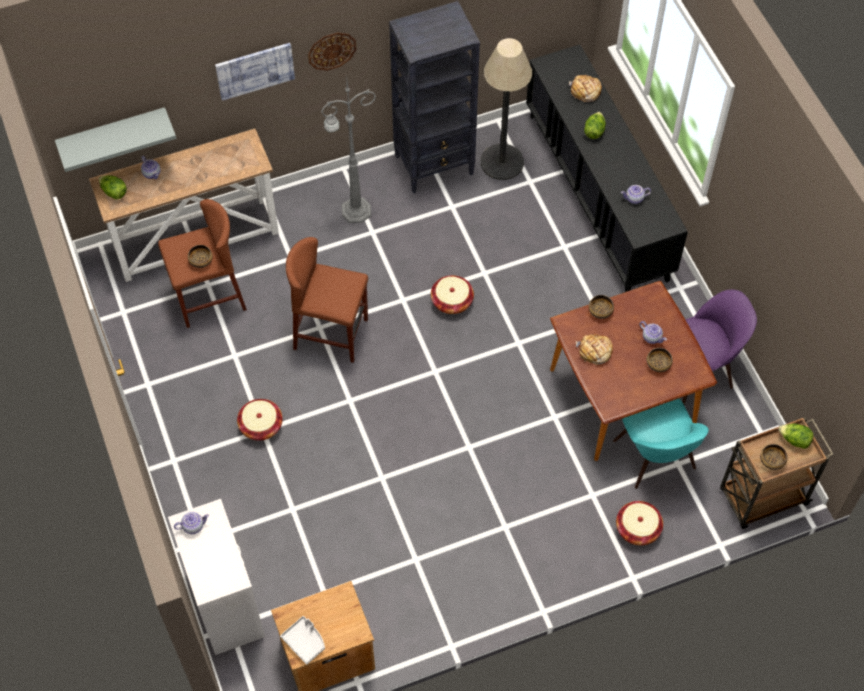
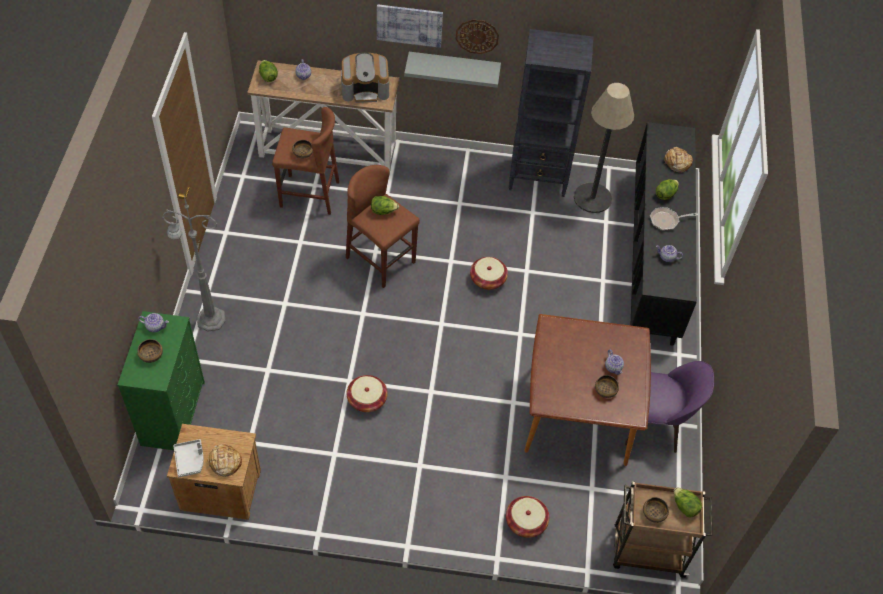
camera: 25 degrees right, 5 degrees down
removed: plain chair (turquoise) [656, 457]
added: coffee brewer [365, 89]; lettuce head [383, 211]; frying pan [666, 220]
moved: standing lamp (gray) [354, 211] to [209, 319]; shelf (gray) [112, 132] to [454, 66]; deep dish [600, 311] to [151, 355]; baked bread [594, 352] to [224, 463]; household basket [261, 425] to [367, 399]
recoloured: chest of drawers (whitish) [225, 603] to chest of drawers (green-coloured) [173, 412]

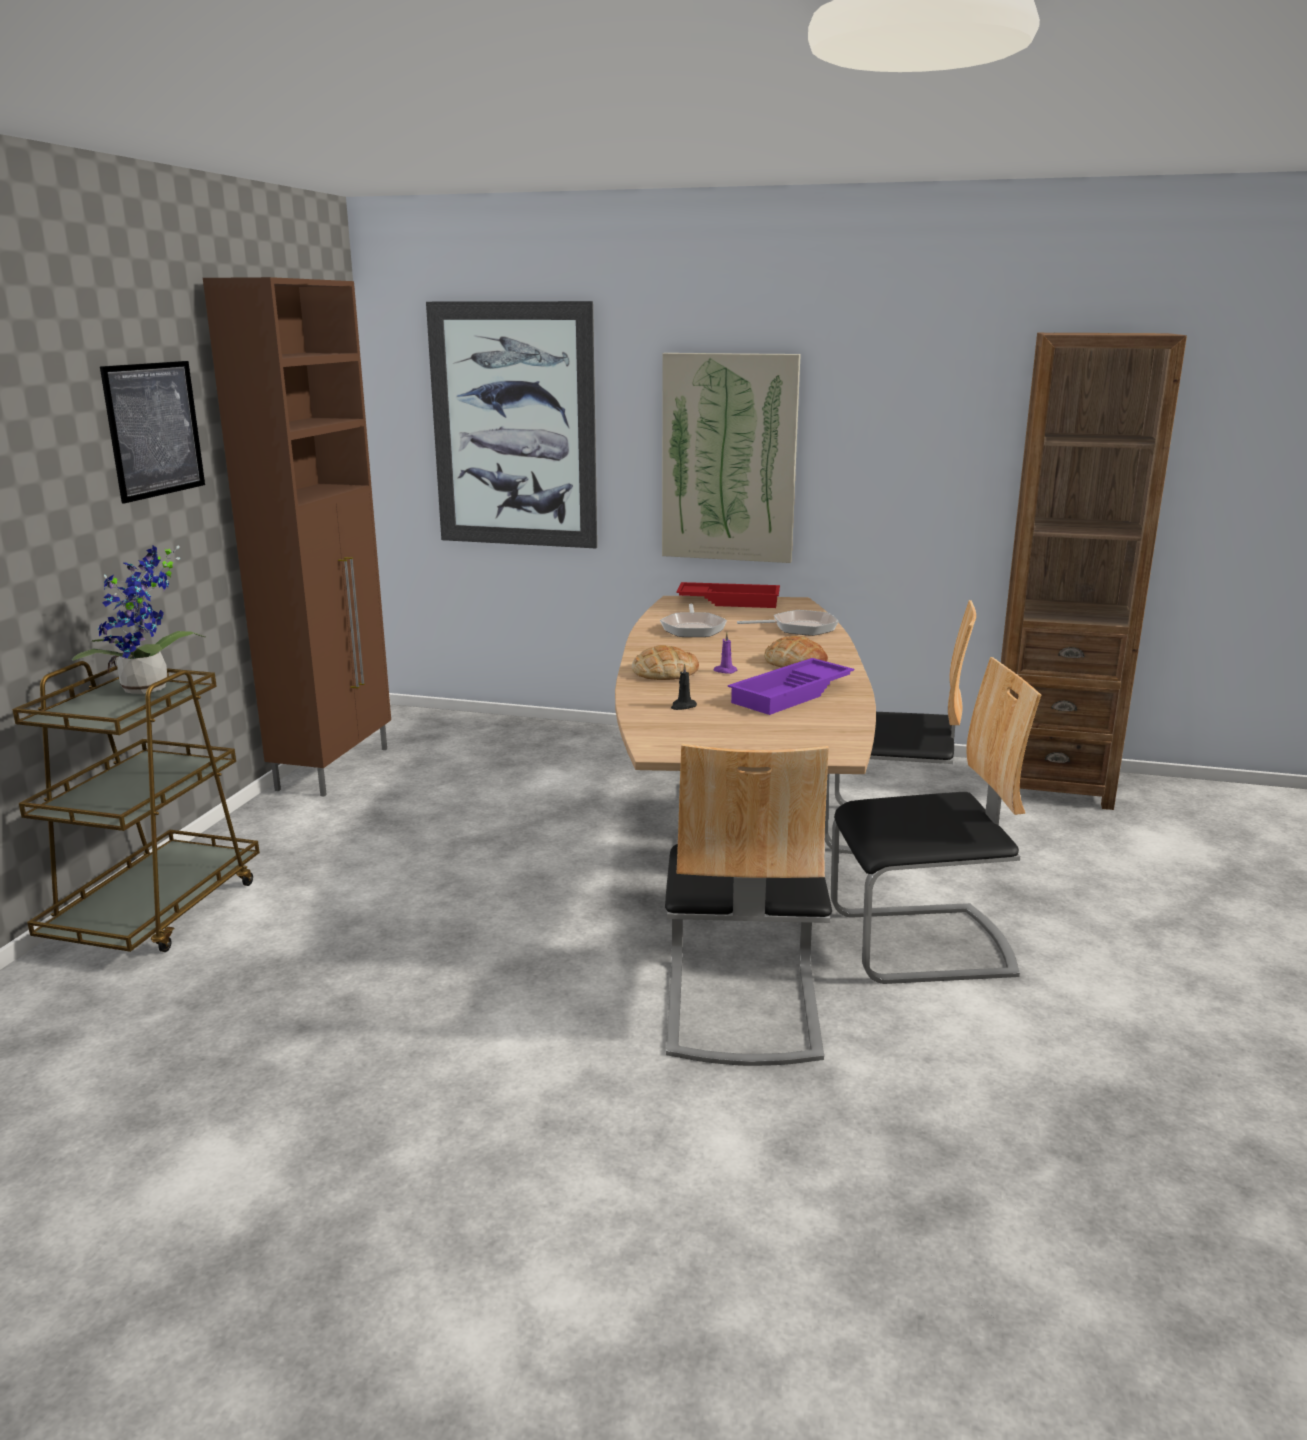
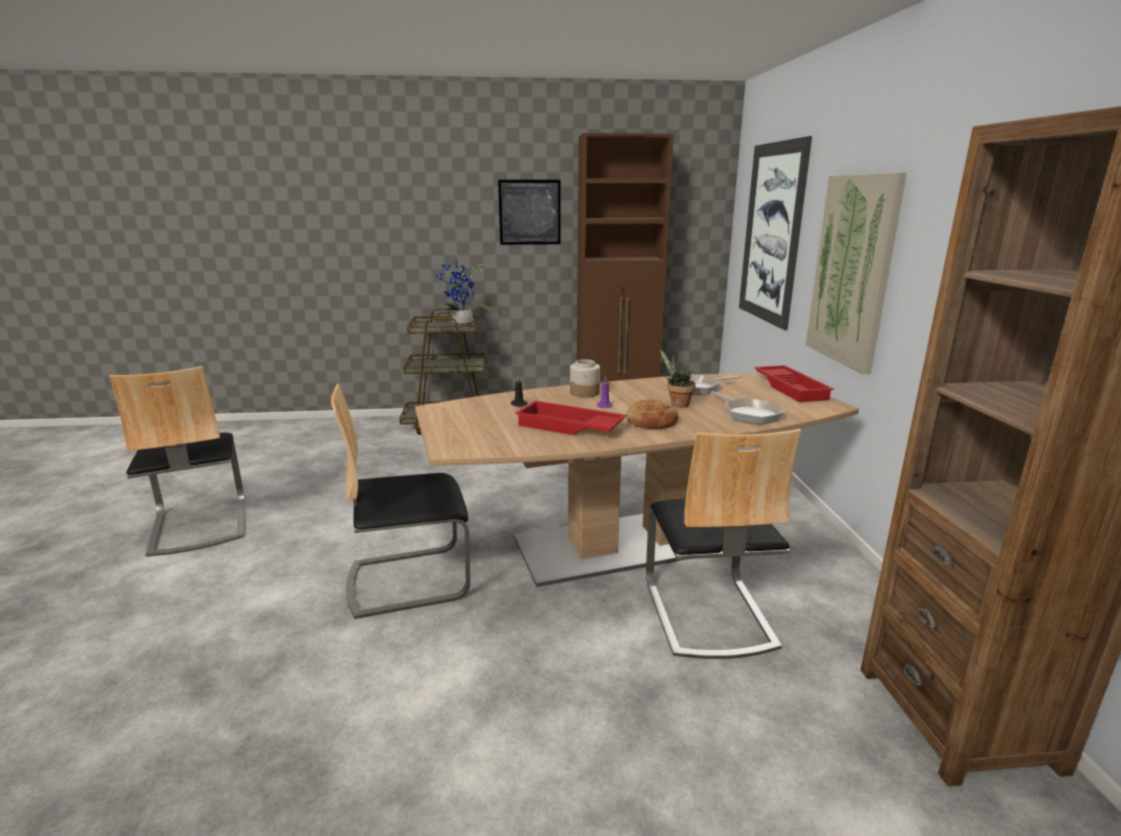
camera: 70 degrees right, 0 degrees up
added: houseplant [677, 404]
moved: plain chair [922, 944] to [198, 525]
replaced: baked bread [664, 672] to jar [585, 393]
recoloured: tray (purple-coloured) [792, 695] to tray (reddish) [568, 427]

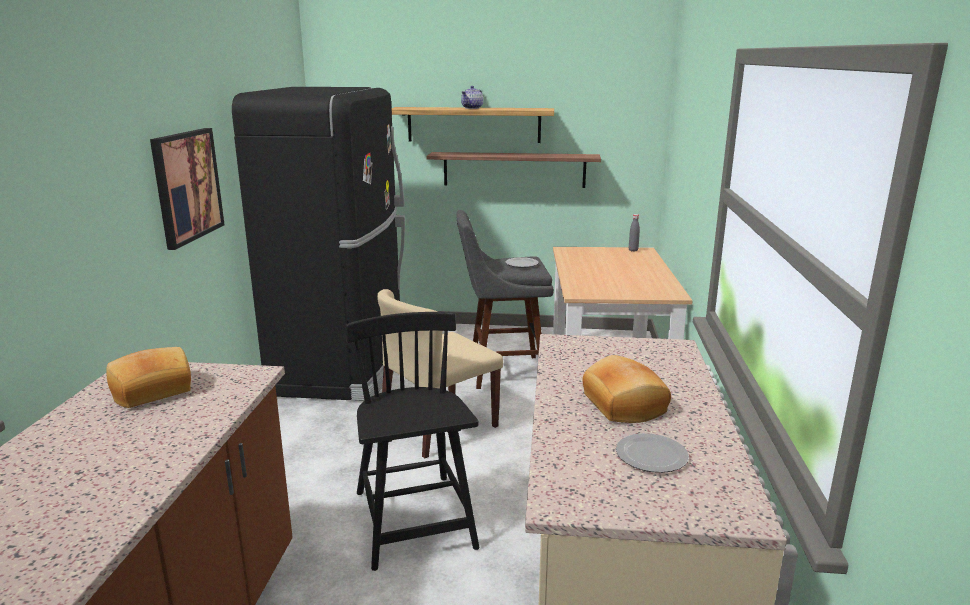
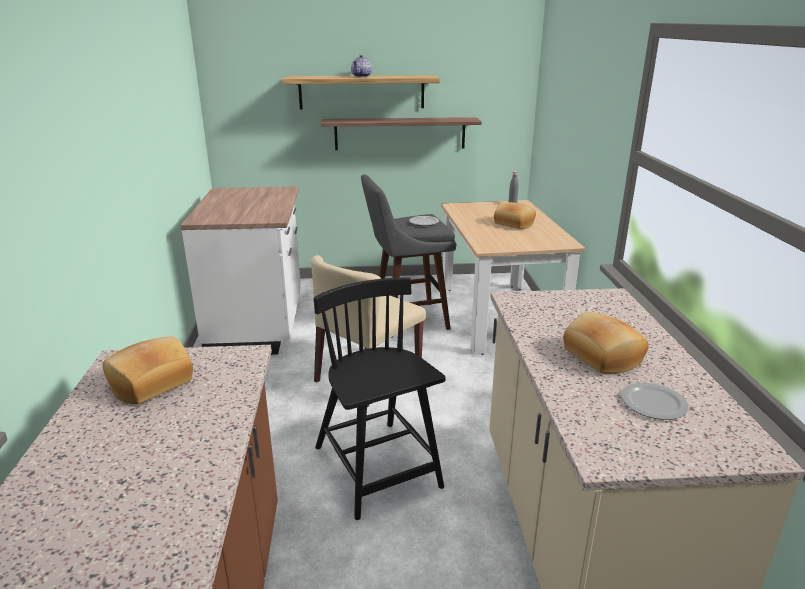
camera: 10 degrees left, 5 degrees up
removed: wall picture [187, 186]
added: baked bread [513, 224]
replaced: fridge (black) [343, 366] to kitchen base unit (whitish) [259, 325]

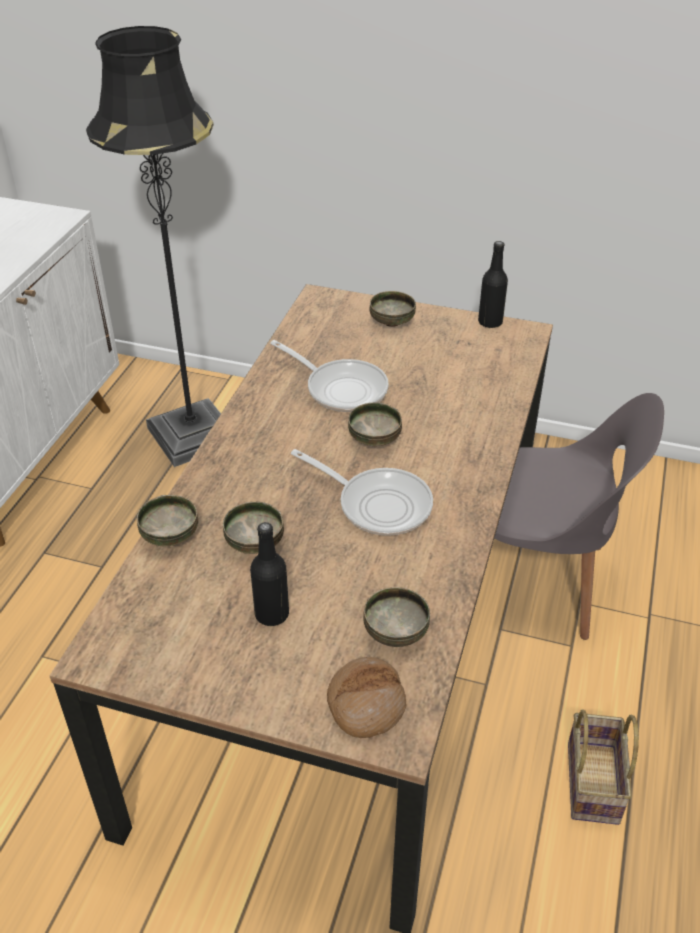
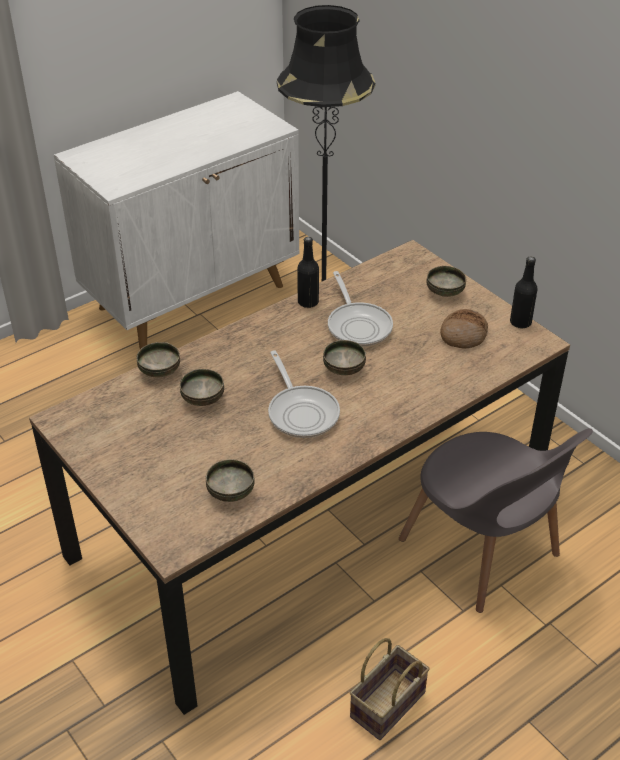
camera: 35 degrees right, 0 degrees up
moved: drink bottle (black) [272, 614] to [308, 302]; baked bread [366, 703] to [463, 335]

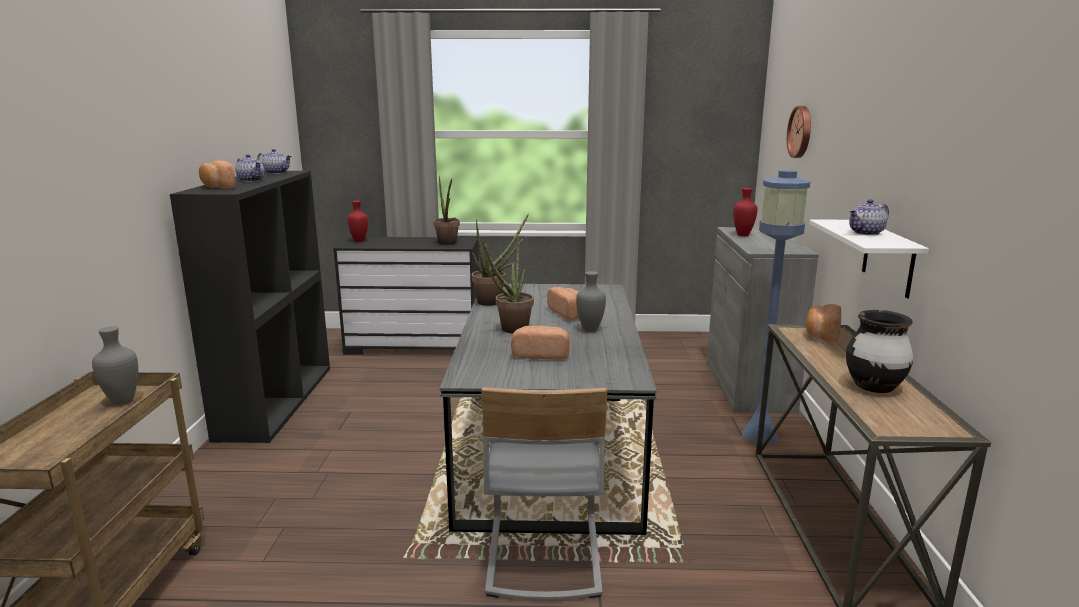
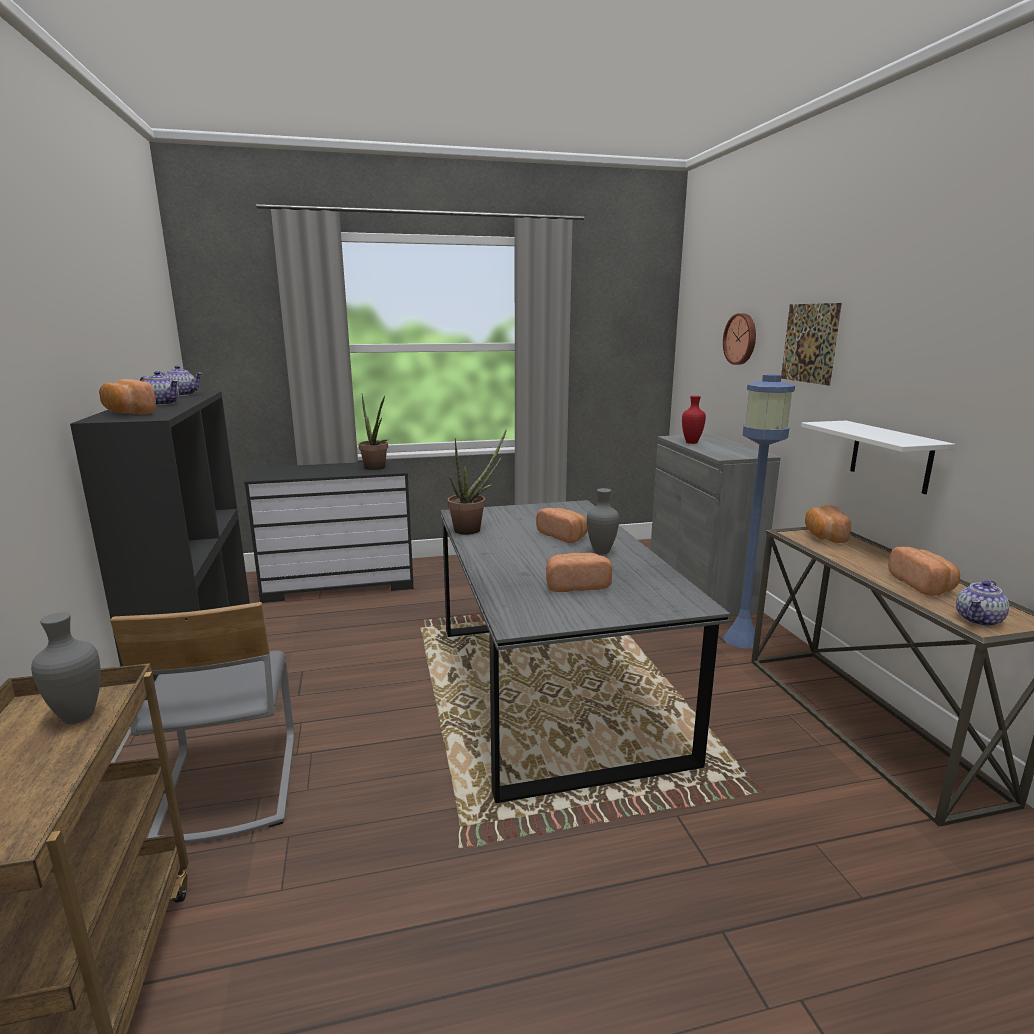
camera: 15 degrees left, 0 degrees up
removed: flower vase (reddish) [360, 241]; houseplant [511, 330]
added: wall picture [810, 343]
moved: pot for tea [866, 233] to [979, 620]; plain chair (gray) [542, 553] to [227, 786]
replaced: flower vase (black) [873, 387] to baked bread [923, 585]

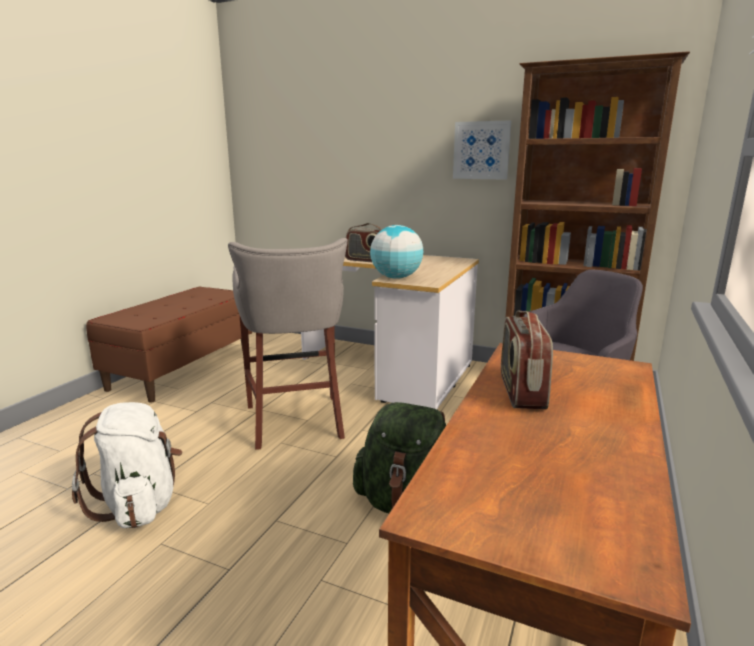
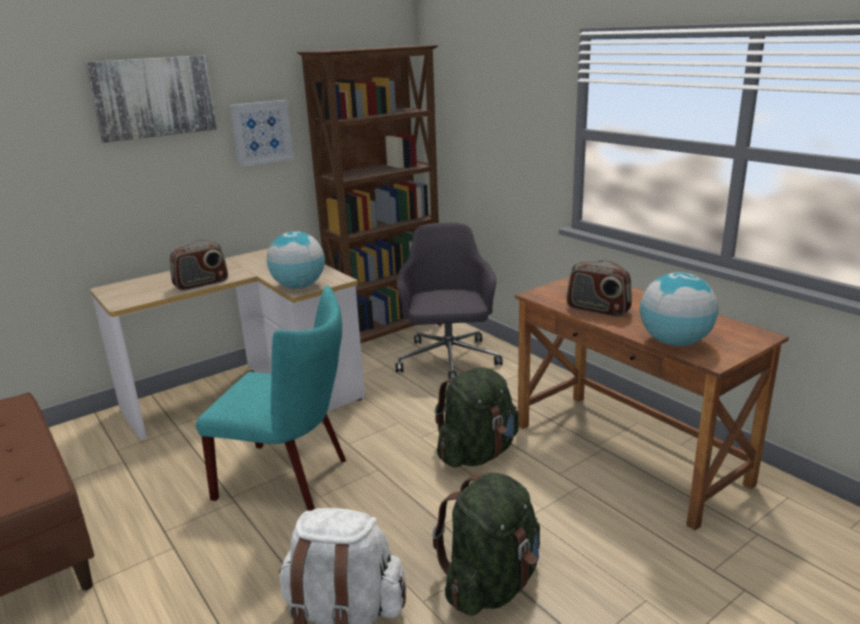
camera: 60 degrees left, 5 degrees up
added: wall picture [154, 97]; globe [674, 342]; backpack (green-coloured) [491, 583]
replaced: stool seat (gray) [296, 422] to plain chair (turquoise) [290, 478]

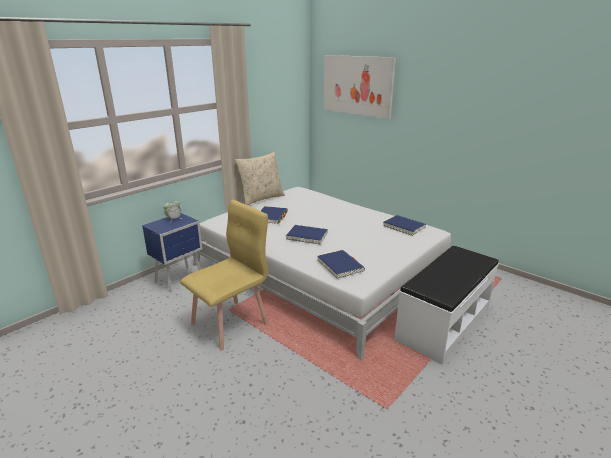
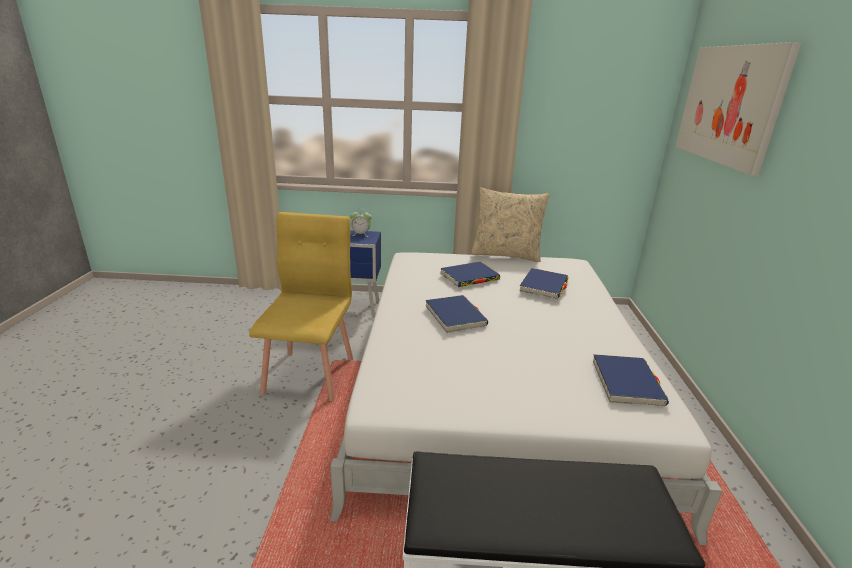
camera: 50 degrees right, 0 degrees up
moved: book (blue-coloured) [340, 266] to [544, 286]
turned: plain chair (yellow) [230, 324] = [310, 374] 90 degrees counterclockwise

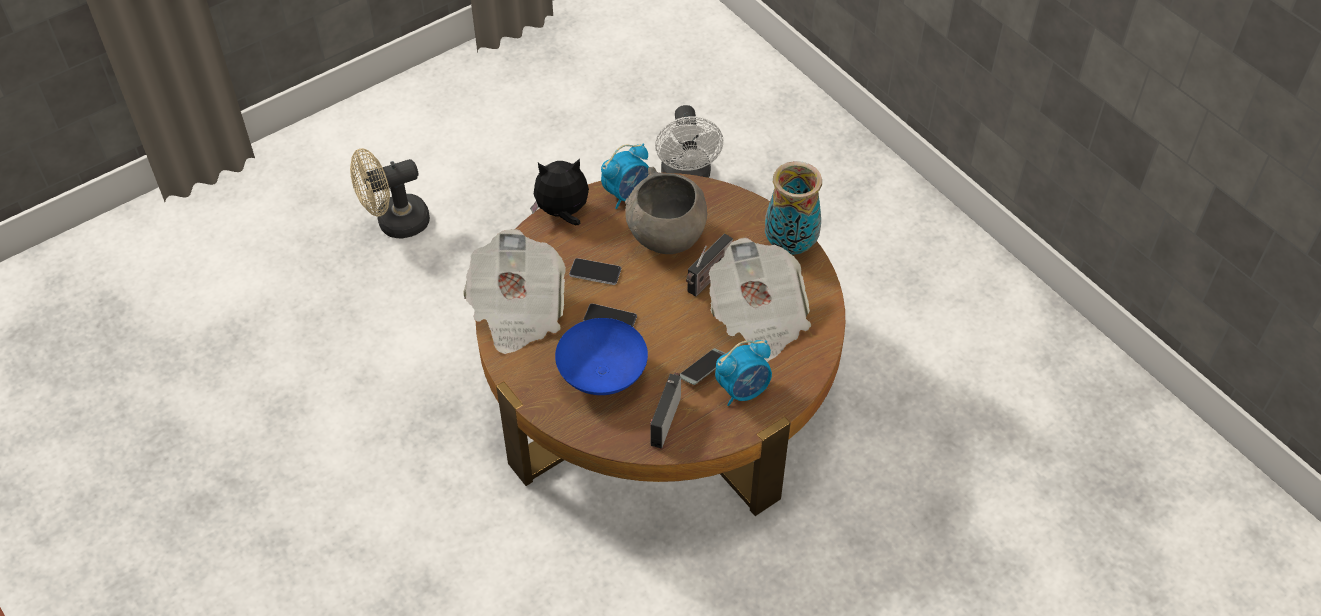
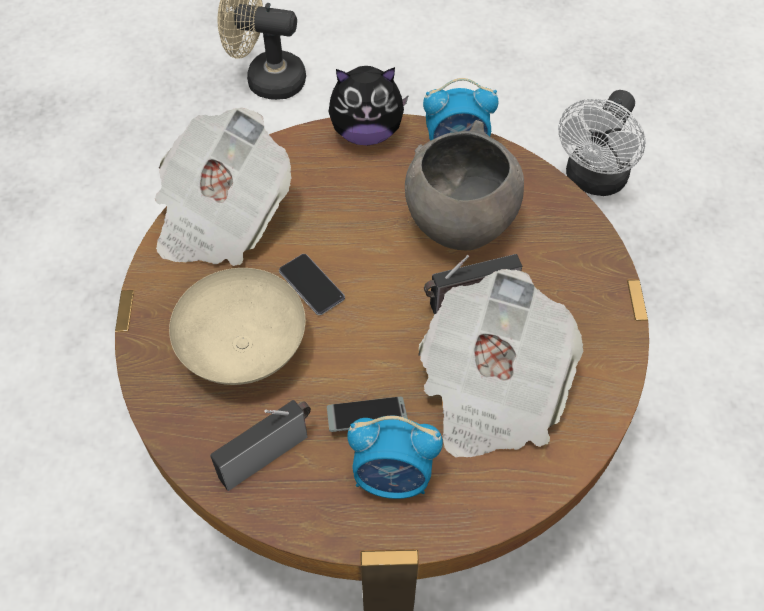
camera: 35 degrees right, 5 degrees up
removed: flower vase [789, 245]; handset [595, 272]
recoloured: deep dish (blue-coloured) [601, 376] to deep dish (beige-coloured) [241, 349]
turned: plush toy [562, 212] = [366, 132] 150 degrees clockwise

